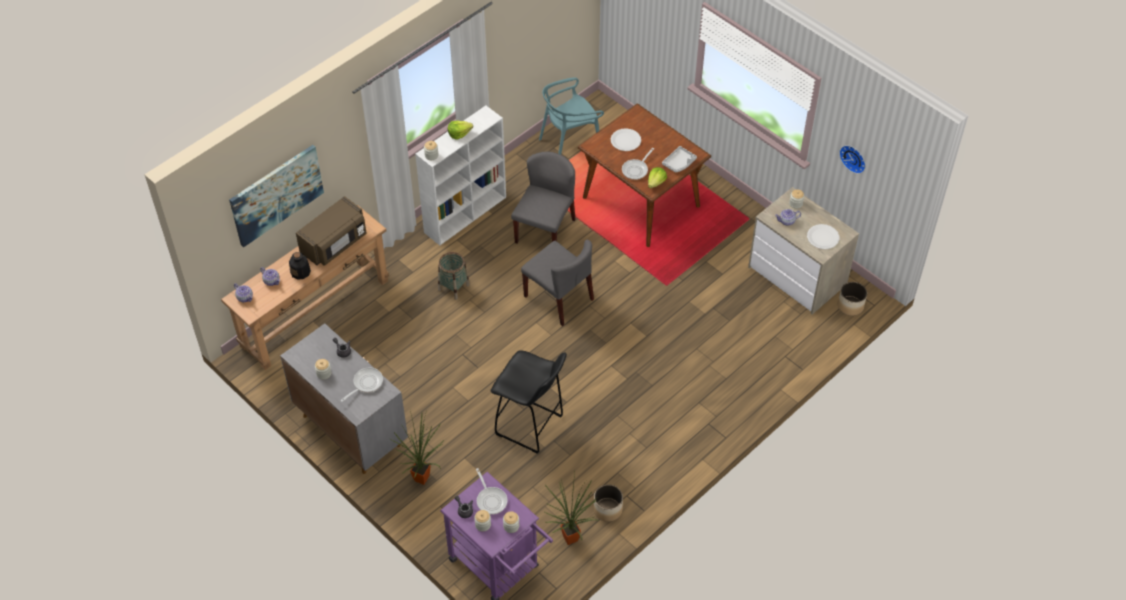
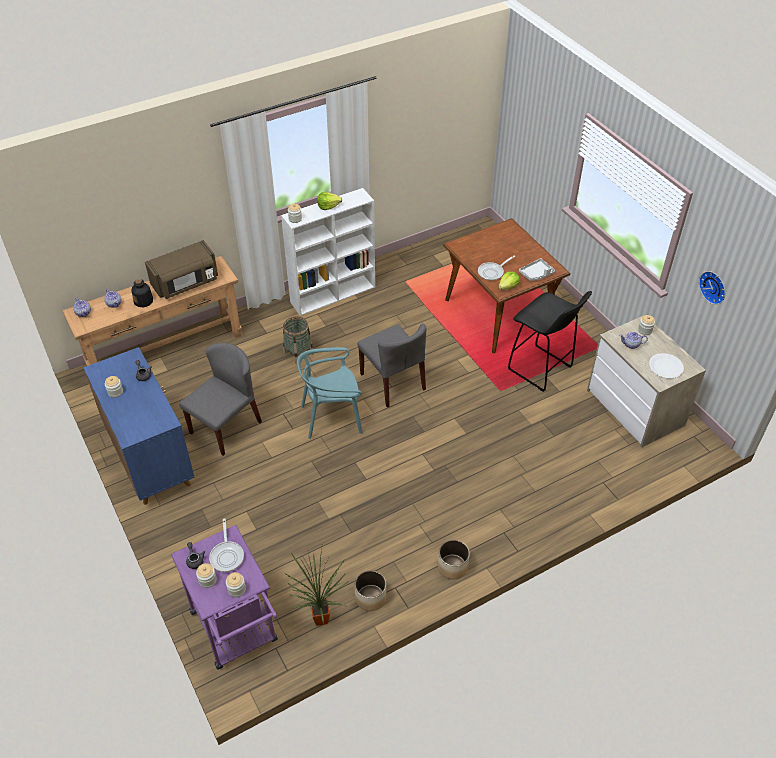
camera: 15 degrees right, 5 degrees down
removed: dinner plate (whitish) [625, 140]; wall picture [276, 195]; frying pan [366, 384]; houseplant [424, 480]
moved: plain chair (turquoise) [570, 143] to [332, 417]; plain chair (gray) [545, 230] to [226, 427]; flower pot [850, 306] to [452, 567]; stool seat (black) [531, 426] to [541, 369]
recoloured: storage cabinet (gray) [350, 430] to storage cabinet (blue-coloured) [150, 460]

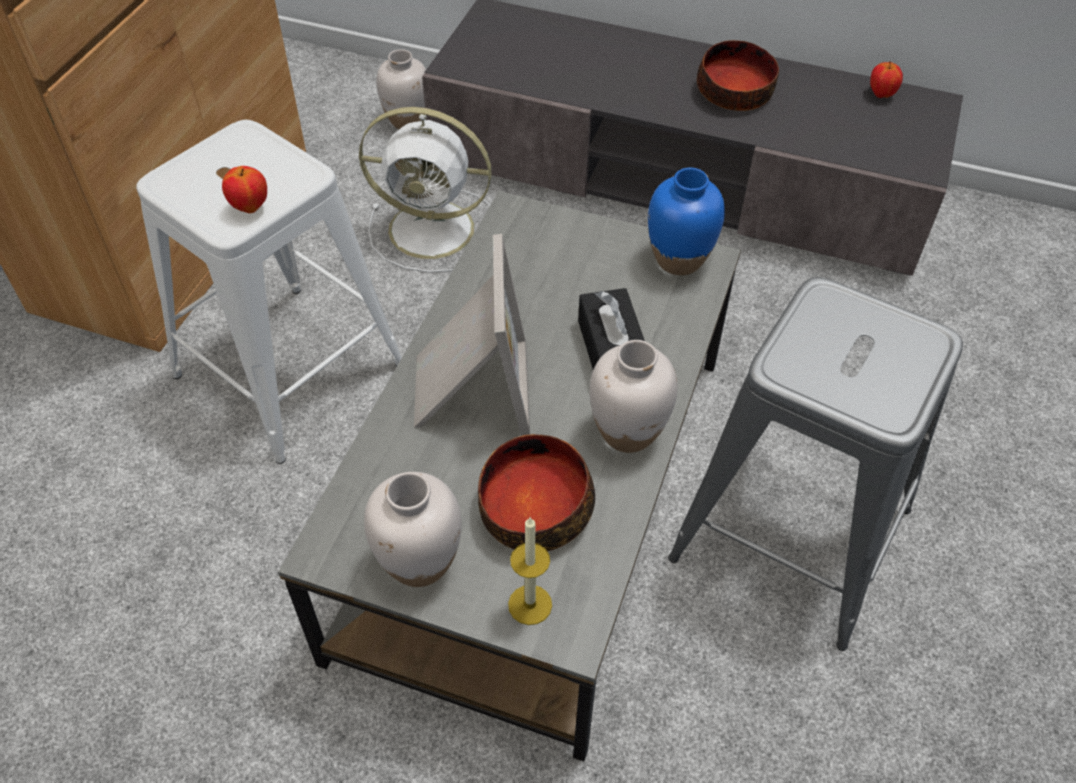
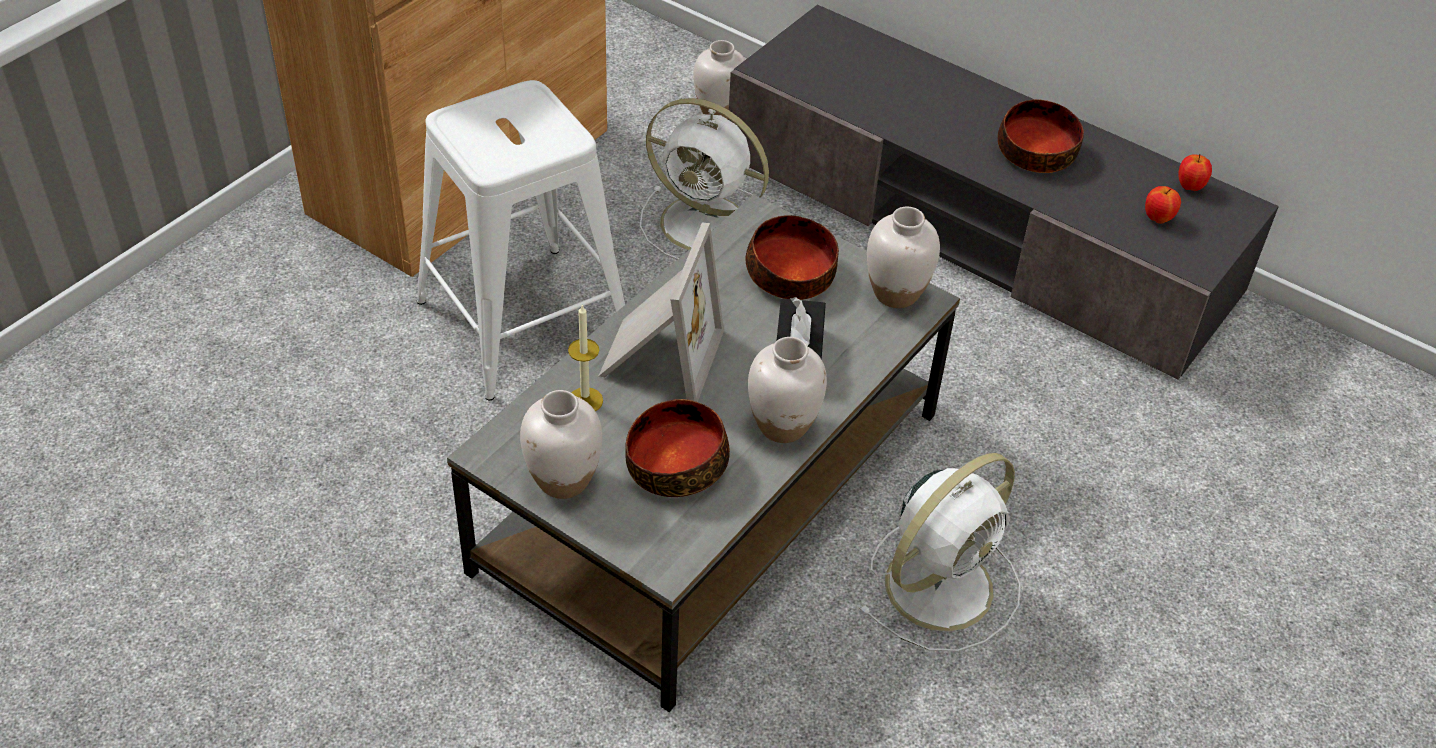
camera: 15 degrees right, 5 degrees down
added: deep dish [790, 275]
moved: whole apple [250, 207] to [1158, 219]; wax candle [530, 604] to [585, 400]
replaced: stool seat (gray) [792, 535] to cooling fan (whitish) [942, 584]
recoloured: flower vase (blue-coloured) [678, 260] to flower vase (whitish) [895, 293]

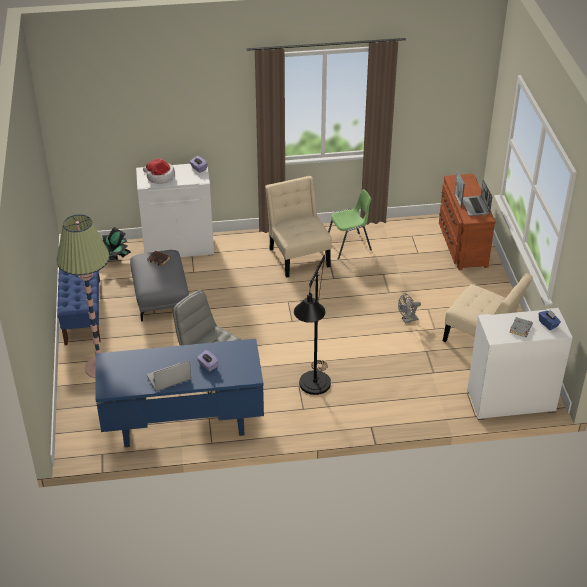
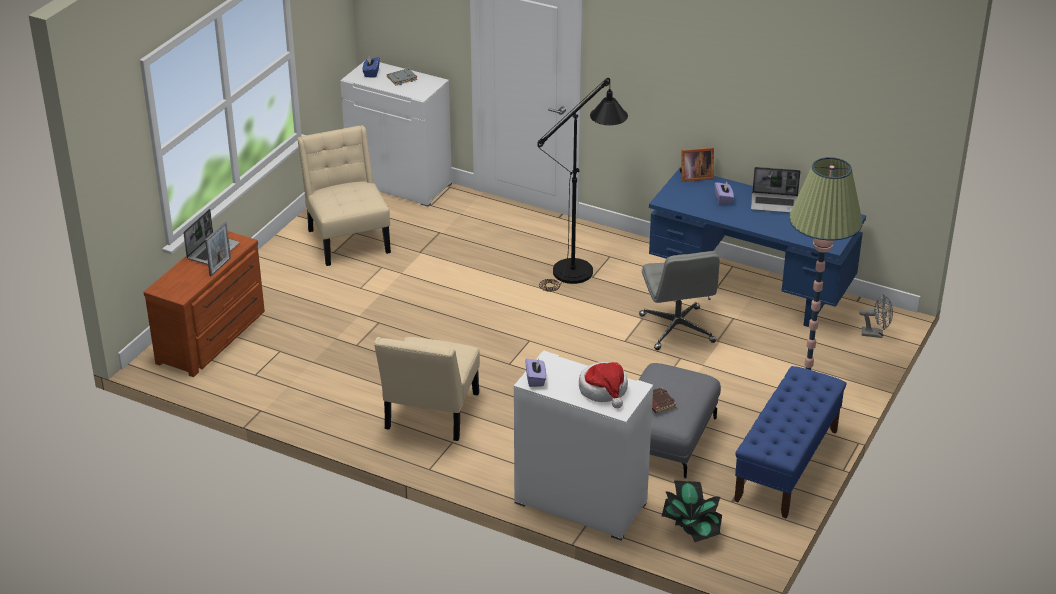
camera: 145 degrees left, 5 degrees down
removed: plain chair (green-coloured) [349, 246]
added: photo frame [694, 177]
moved: cooling fan (gray) [407, 320] to [876, 334]

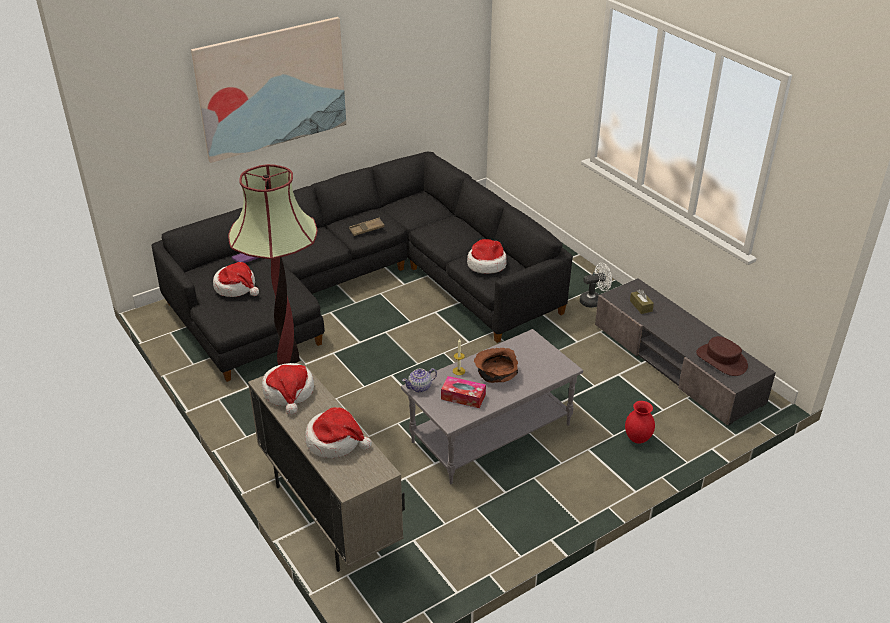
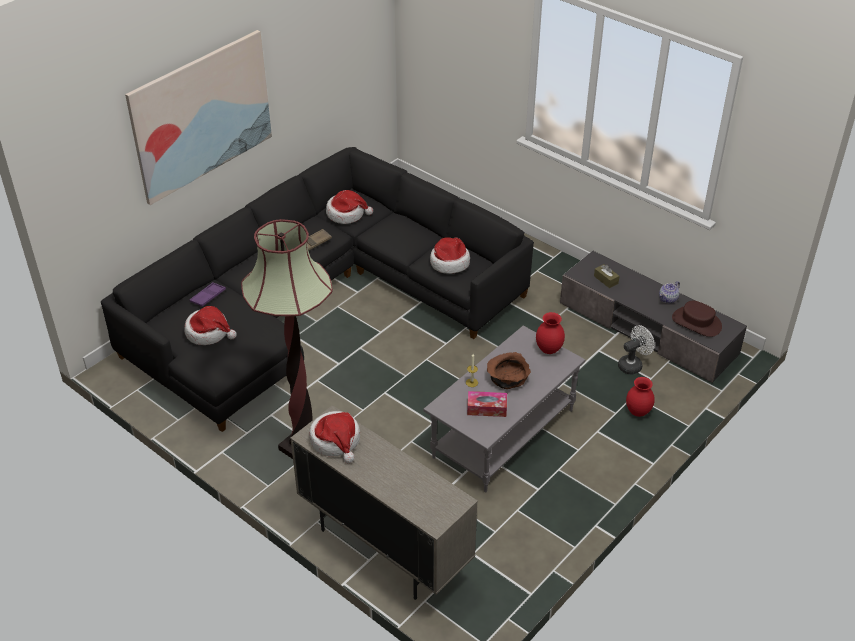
camera: 15 degrees left, 5 degrees up
added: flower vase (reddish) [549, 350]
moved: cooling fan (whitish) [594, 300] to [633, 364]; pot for tea [420, 387] to [668, 299]; clothing hat [335, 441] to [346, 214]

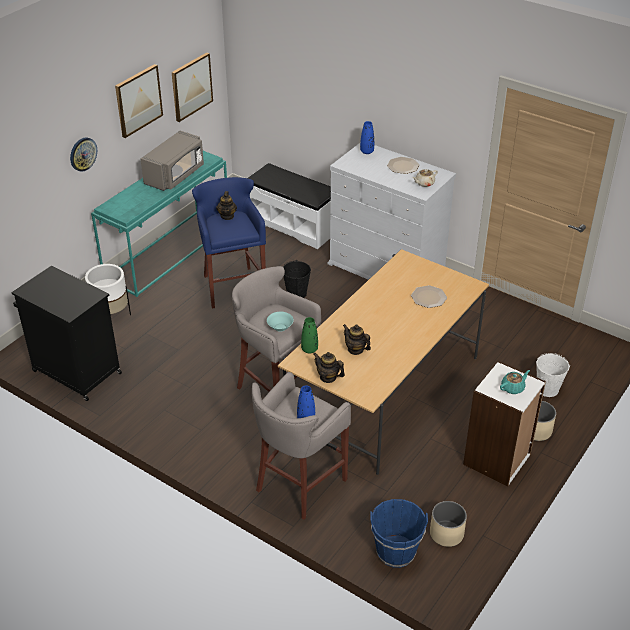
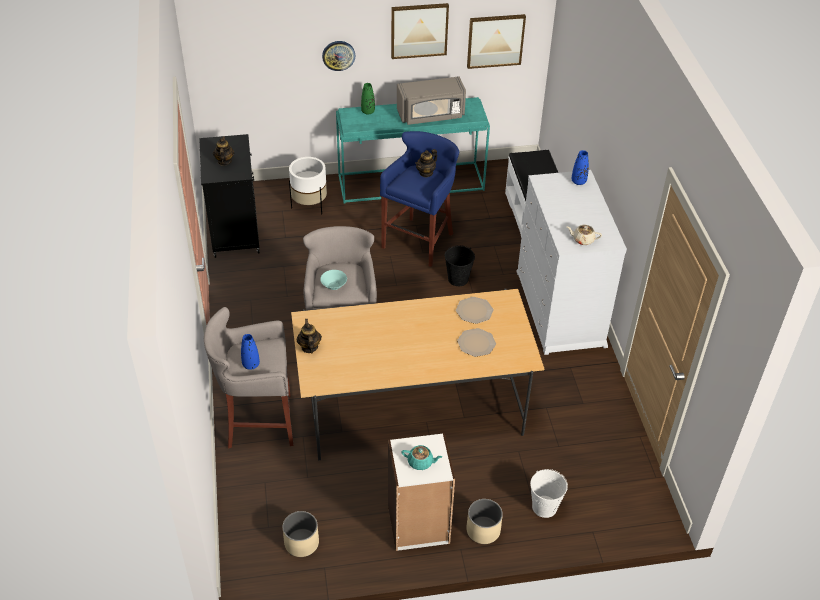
camera: 45 degrees right, 5 degrees up
removed: water bucket (blue-coloured) [395, 552]
moved: dinner plate [403, 166] to [474, 310]; flower vase (green-coloured) [309, 349] to [368, 111]; pot for tea [355, 349] to [224, 161]

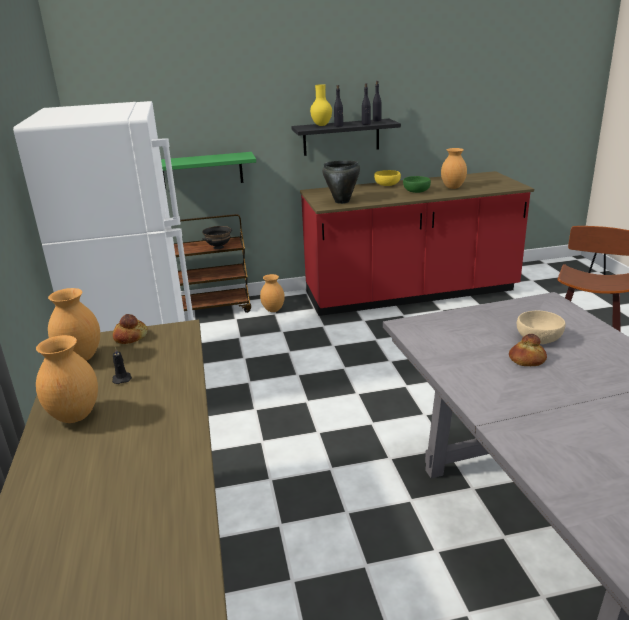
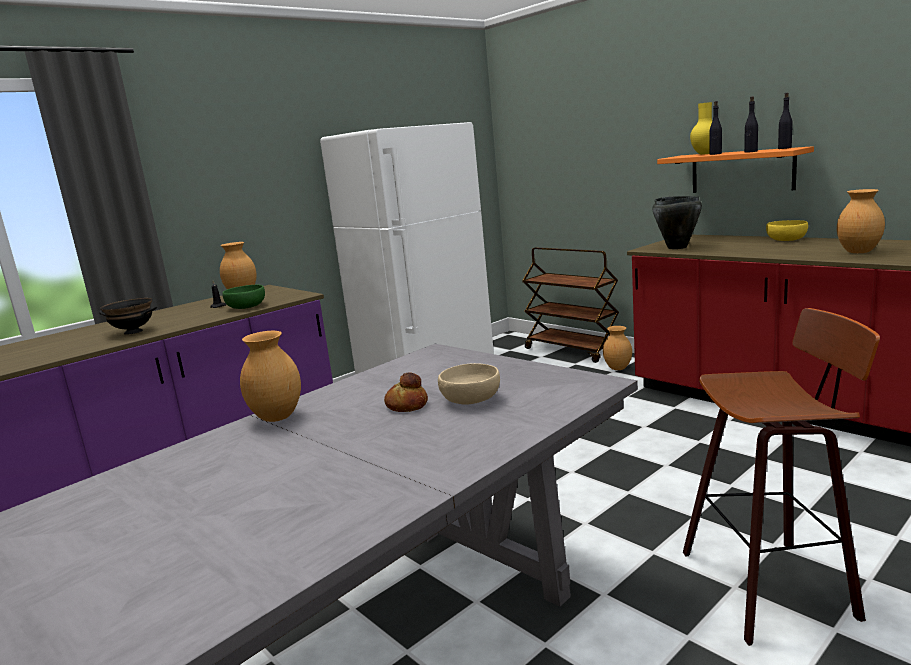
camera: 60 degrees right, 10 degrees down
removed: shelf (green-coloured) [202, 171]; baked bread [130, 337]
moved: deep dish (green-coloured) [416, 191] to [246, 307]; deep dish (black) [218, 247] to [133, 332]; flower vase (brown) [75, 416] to [278, 417]
recoloured: shelf (black) [341, 137] to shelf (orangey) [742, 171]

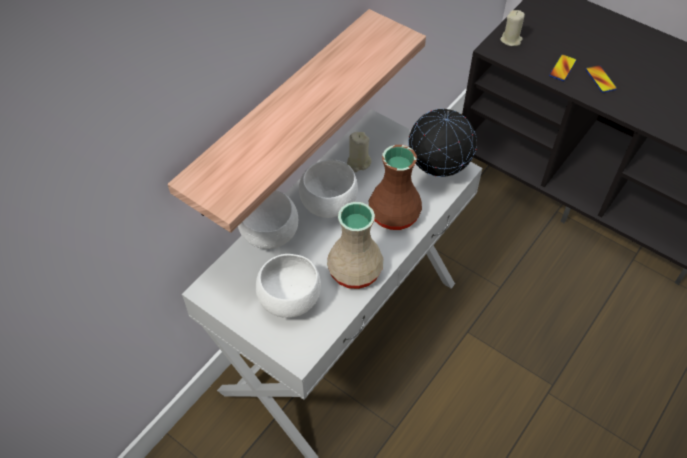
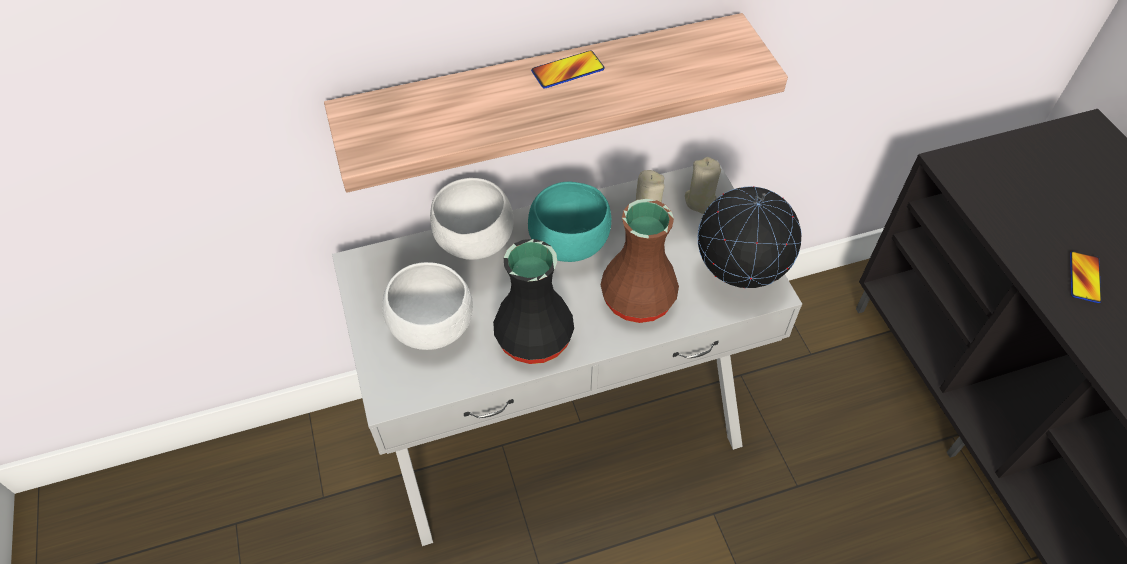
camera: 35 degrees right, 0 degrees up
moved: wax candle (beige-coloured) [511, 40] to [701, 201]; handset [562, 68] to [568, 71]
recoloured: deep dish (whitish) [327, 204] to deep dish (turquoise) [568, 243]; flower vase (beige-coloured) [356, 270] to flower vase (black) [536, 338]

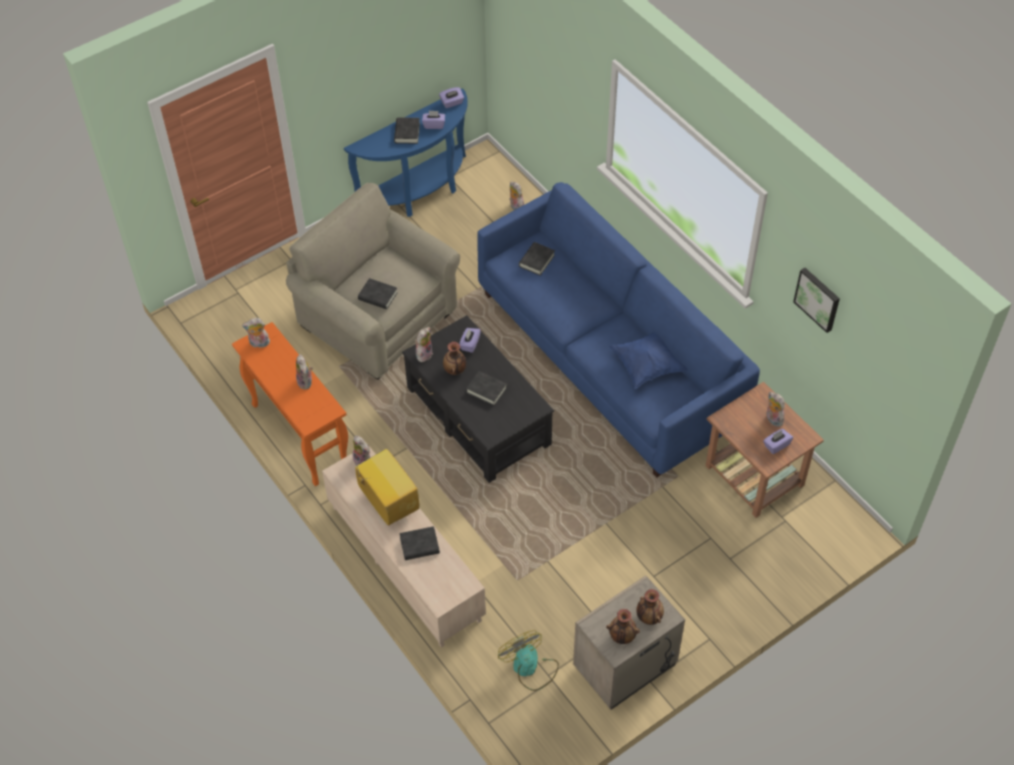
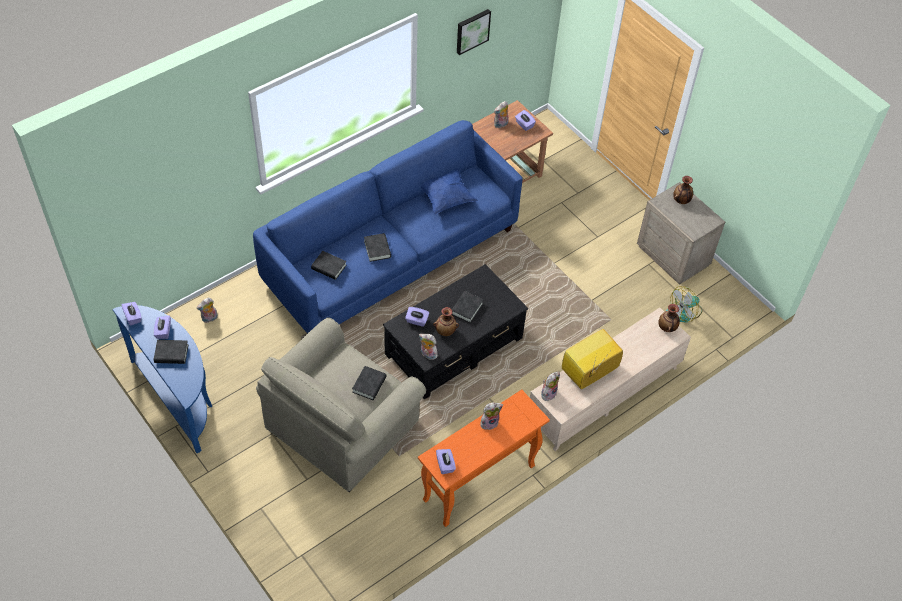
camera: 95 degrees left, 0 degrees up
moved: book (black) [419, 545] to [377, 249]; flower vase [622, 636] to [667, 328]
replaced: plush toy [259, 344] to tissue holder (purple-coloured) [445, 465]

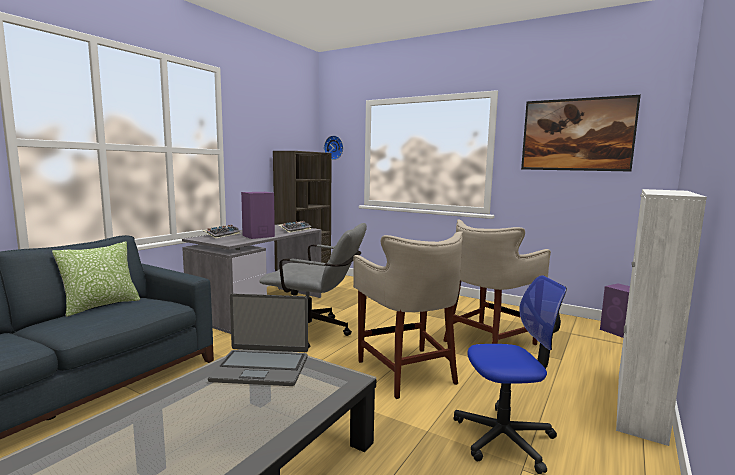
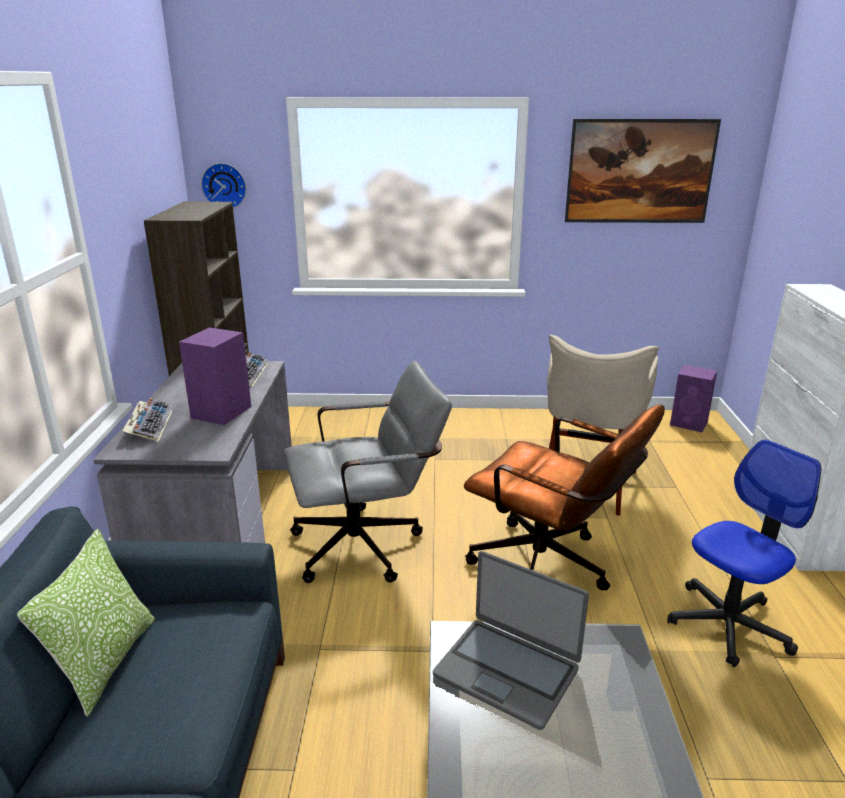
camera: 30 degrees left, 15 degrees up
replaced: stool seat (beige-coloured) [407, 371] to office chair (brown) [551, 569]
turned: portable computer [261, 368] = [507, 671] 60 degrees clockwise

